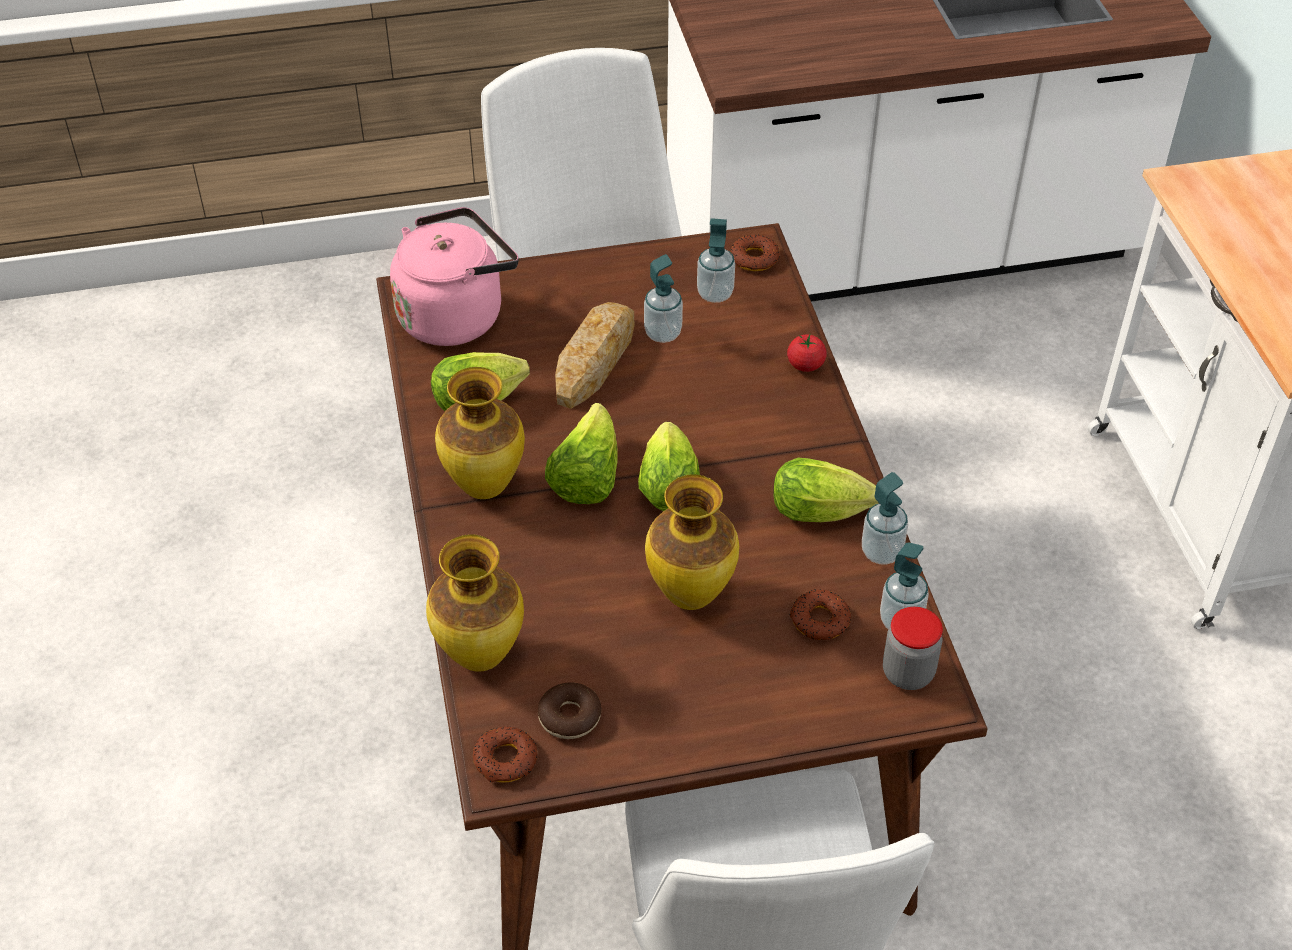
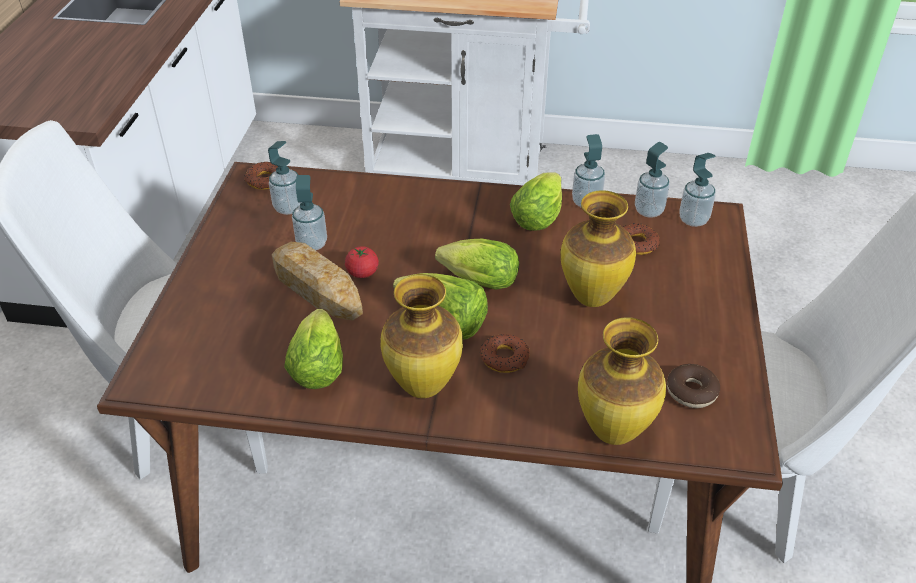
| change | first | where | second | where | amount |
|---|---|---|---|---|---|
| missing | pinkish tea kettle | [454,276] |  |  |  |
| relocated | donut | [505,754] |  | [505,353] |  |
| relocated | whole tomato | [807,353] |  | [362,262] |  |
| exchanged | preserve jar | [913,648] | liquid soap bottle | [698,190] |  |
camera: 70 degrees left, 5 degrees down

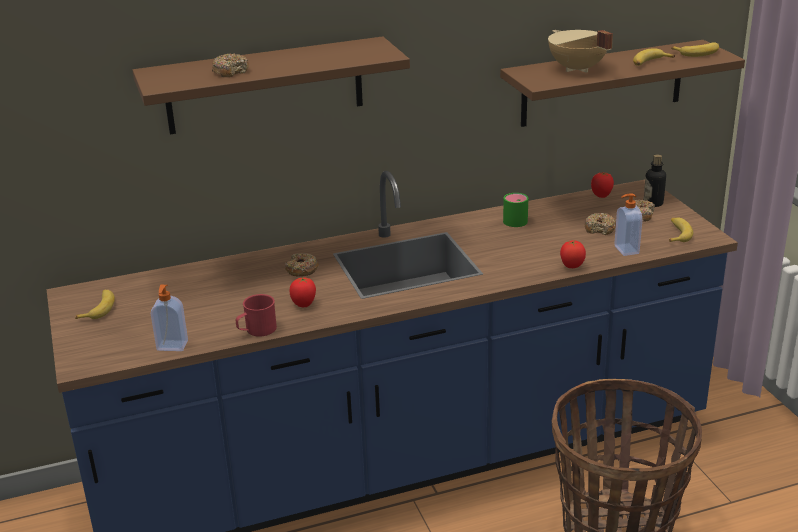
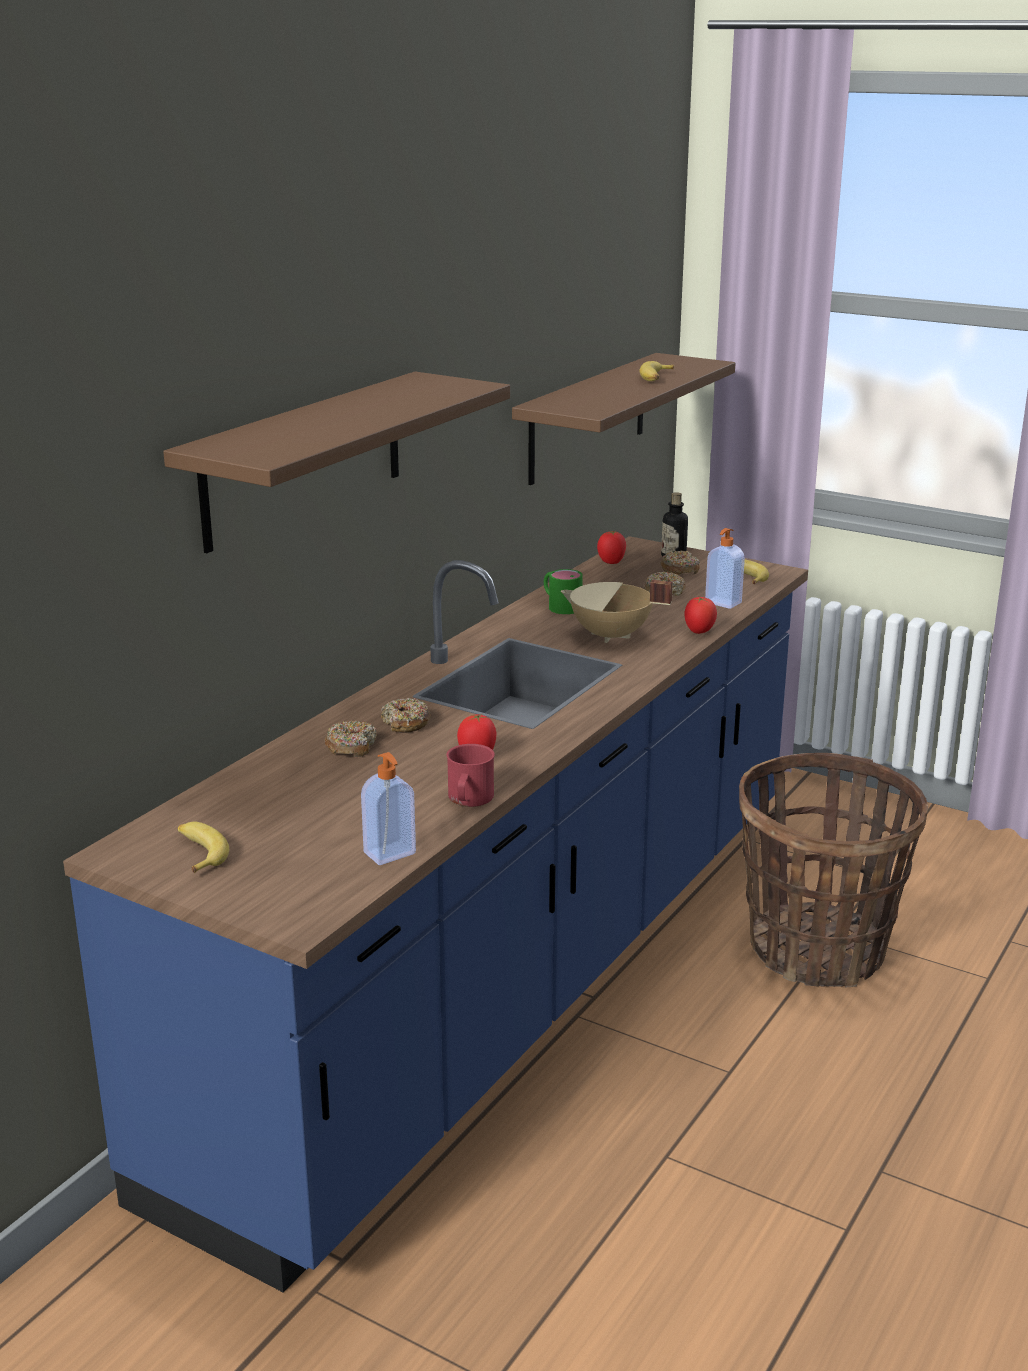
| change | first | where | second | where | amount |
|---|---|---|---|---|---|
| missing | whole banana | [695,49] |  |  |  |
| relocated | donut | [230,65] |  | [350,739] |  |
| relocated | sand-coloured stockpot | [580,51] |  | [617,611] |  |
camera: 40 degrees left, 5 degrees down

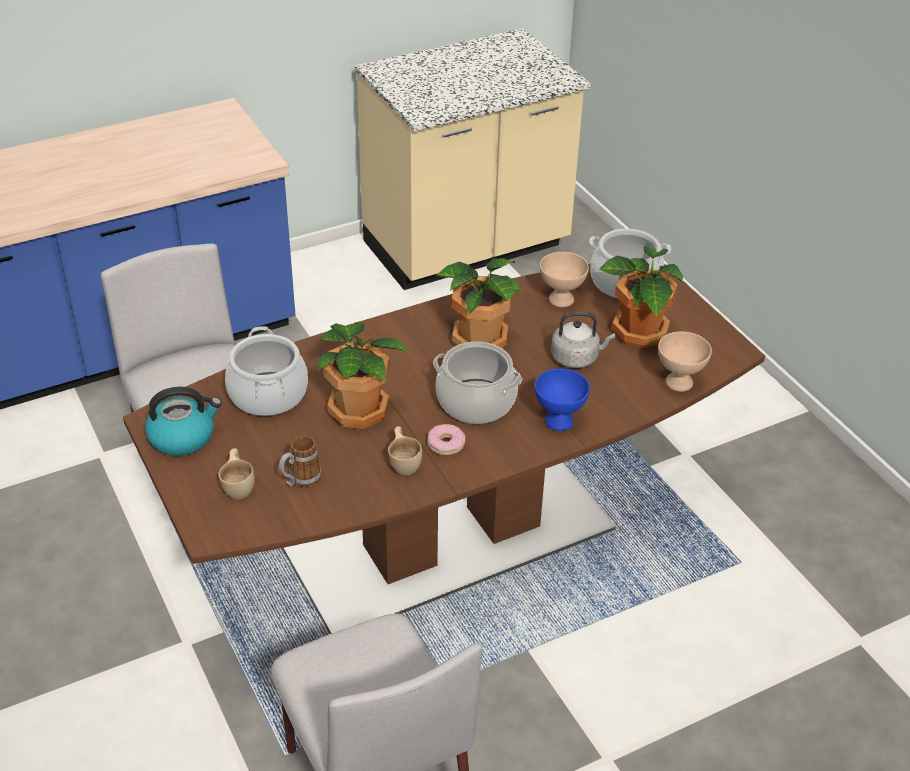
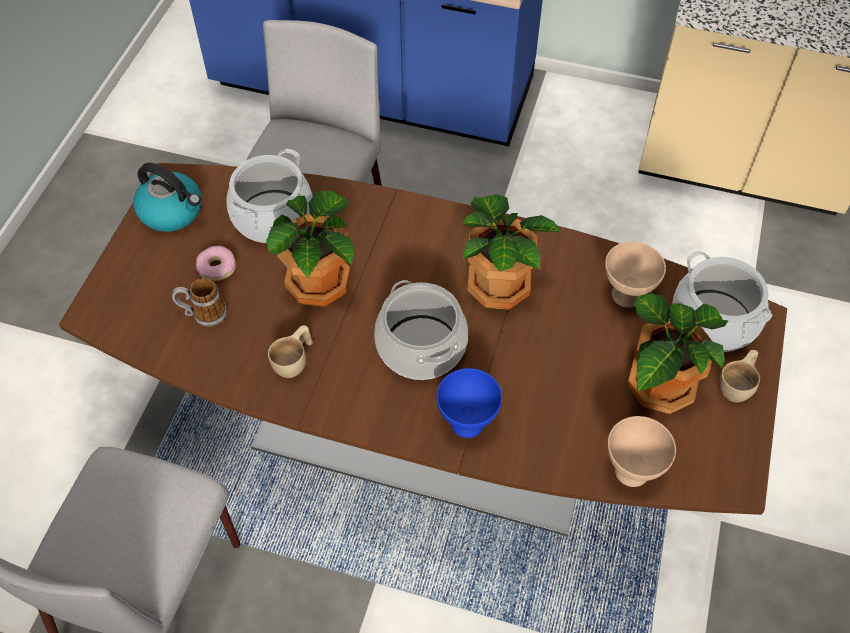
| change | first | where | second | where | amount |
|---|---|---|---|---|---|
| missing | gray tea kettle | [583,340] |  |  |  |
| relocated | sand-coloured cup | [236,473] |  | [739,376] |  |
| relocated | donut | [446,439] |  | [216,263] |  |
camera: 45 degrees right, 15 degrees up

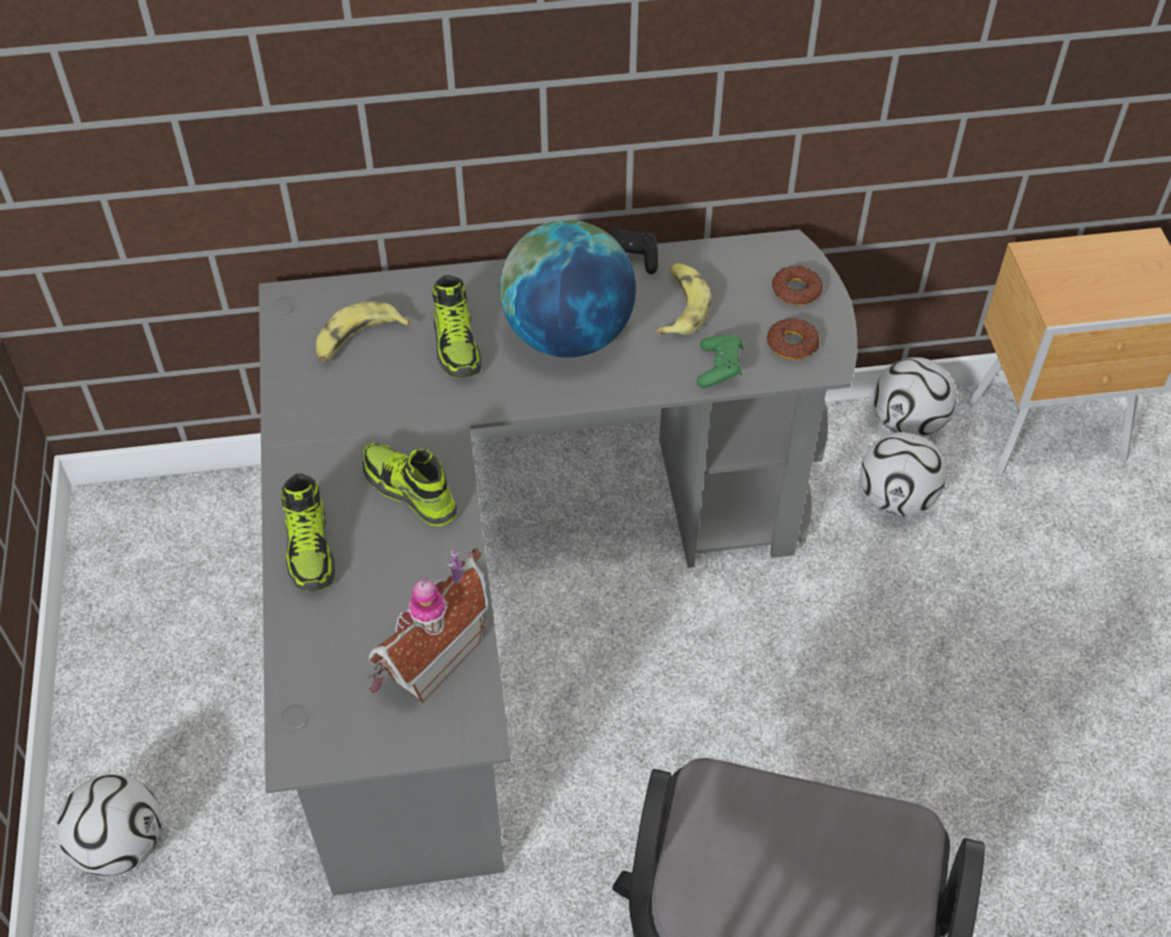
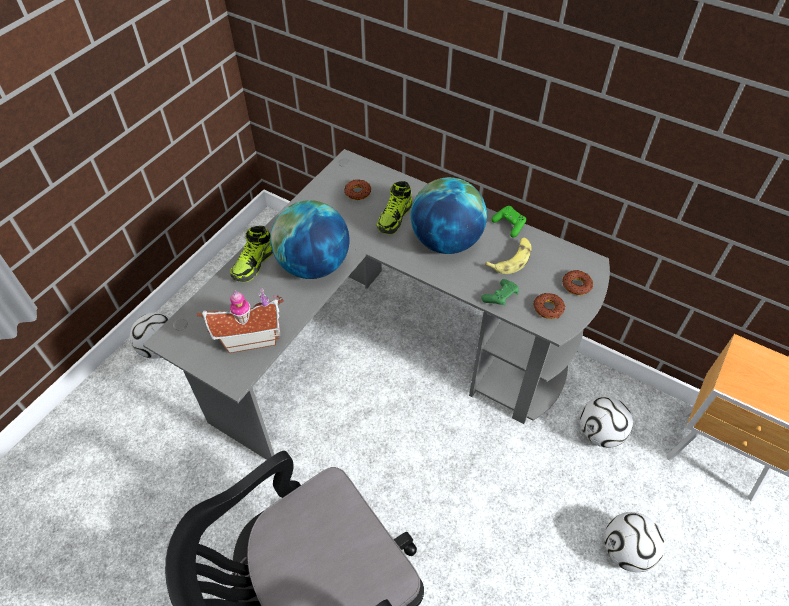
| change | first | where | second | where | amount |
|---|---|---|---|---|---|
| relocated | football ball | [915,397] |  | [634,542] |  |
| exchanged | whole banana | [363,332] | donut | [357,189] |  |
| exchanged | shoe | [410,484] | world globe | [309,239] |  |
| colour | black gamepad | [633,251] | green gamepad | [508,221] |  |
camera: 40 degrees right, 0 degrees up

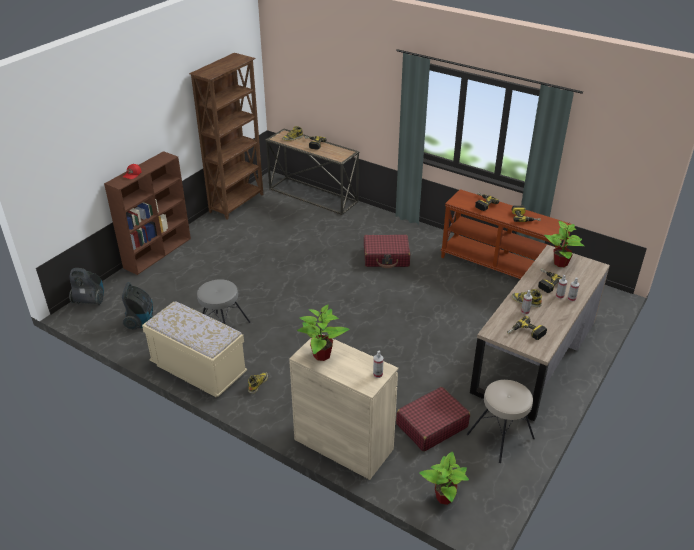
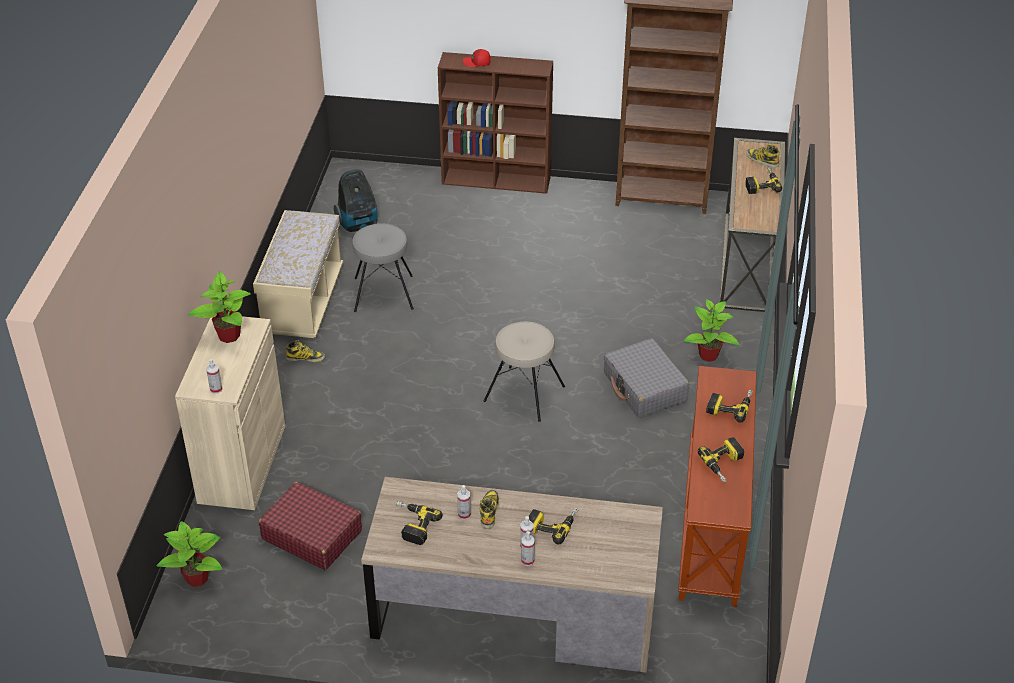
| change | first | where | second | where | amount |
|---|---|---|---|---|---|
| missing | hoover | [86,287] |  |  |  |
| relocated | sand-coloured sitting stool | [501,421] |  | [524,372] |  |
| relocated | plant in a pot | [564,244] |  | [712,330] |  |
| colour | reddish suitcase | [387,251] | gray suitcase | [646,378] |  |
camera: 65 degrees right, 5 degrees up

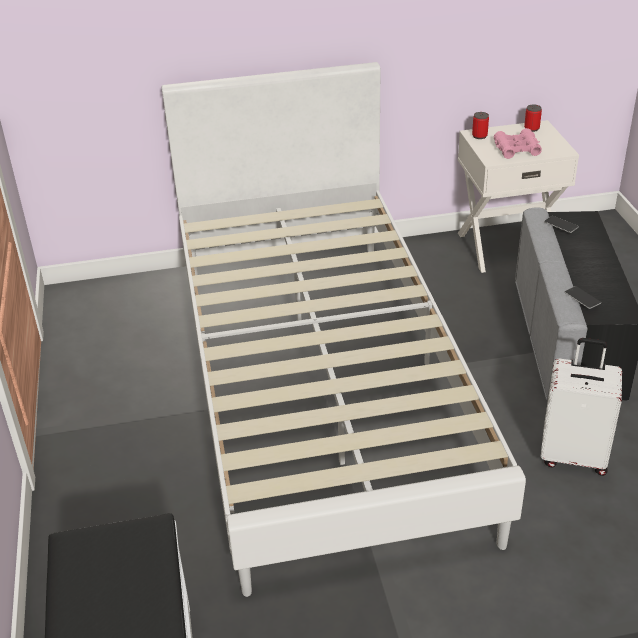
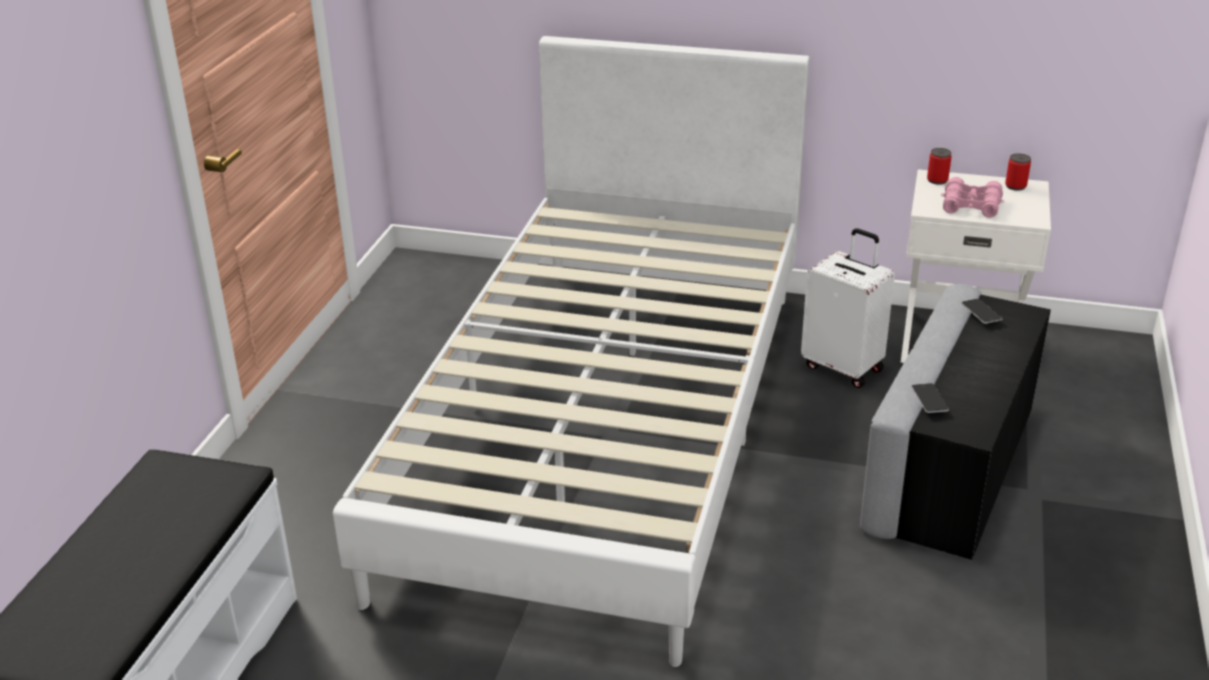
| change | first | where | second | where | amount |
|---|---|---|---|---|---|
| relocated | whitish suitcase | [581,407] |  | [848,308] |  |
camera: 25 degrees right, 5 degrees down

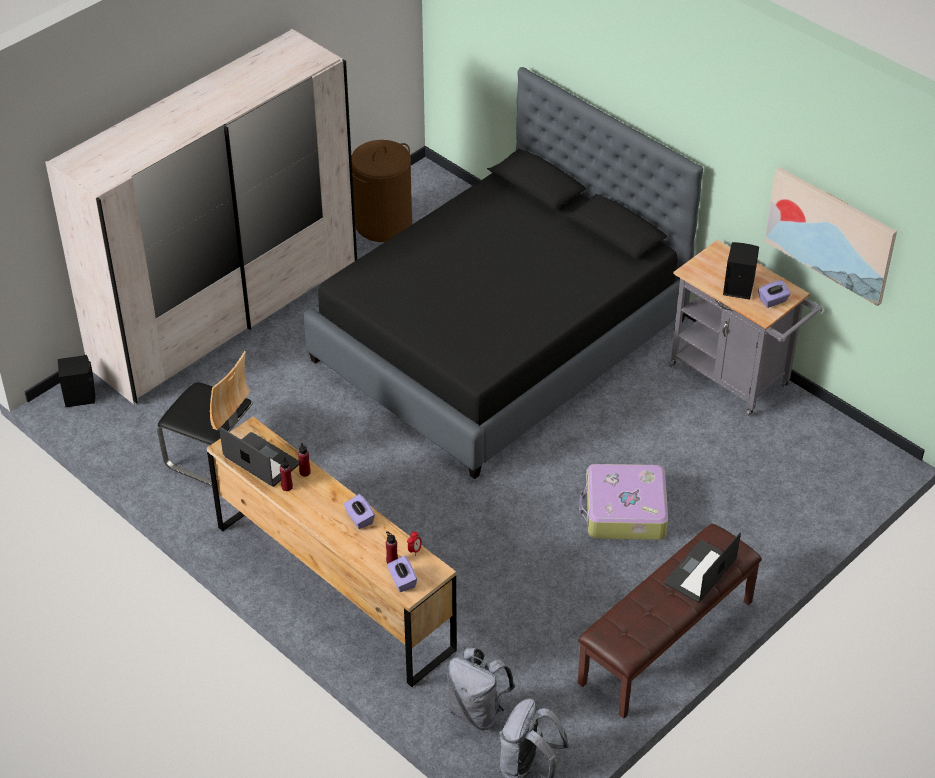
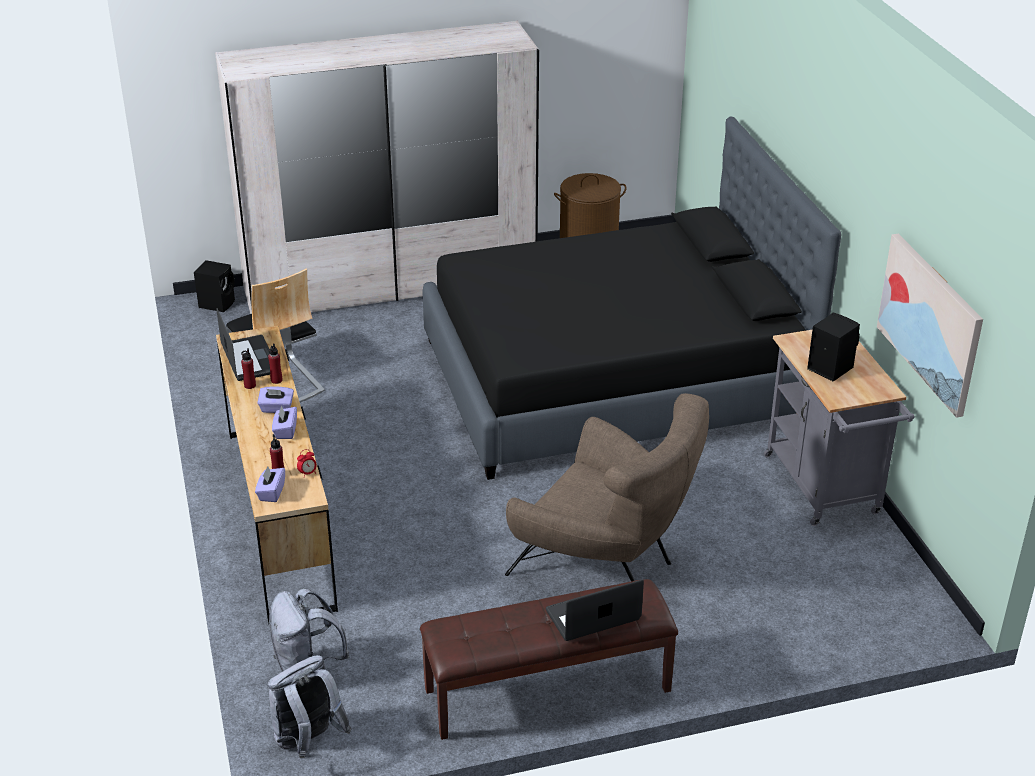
| change | first | where | second | where | amount |
|---|---|---|---|---|---|
| relocated | purple-coloured tissue holder | [774,294] |  | [275,399] |  |
| exchanged | suitcase | [623,502] | brownish armchair | [607,487] |  |
camera: 30 degrees right, 10 degrees down

